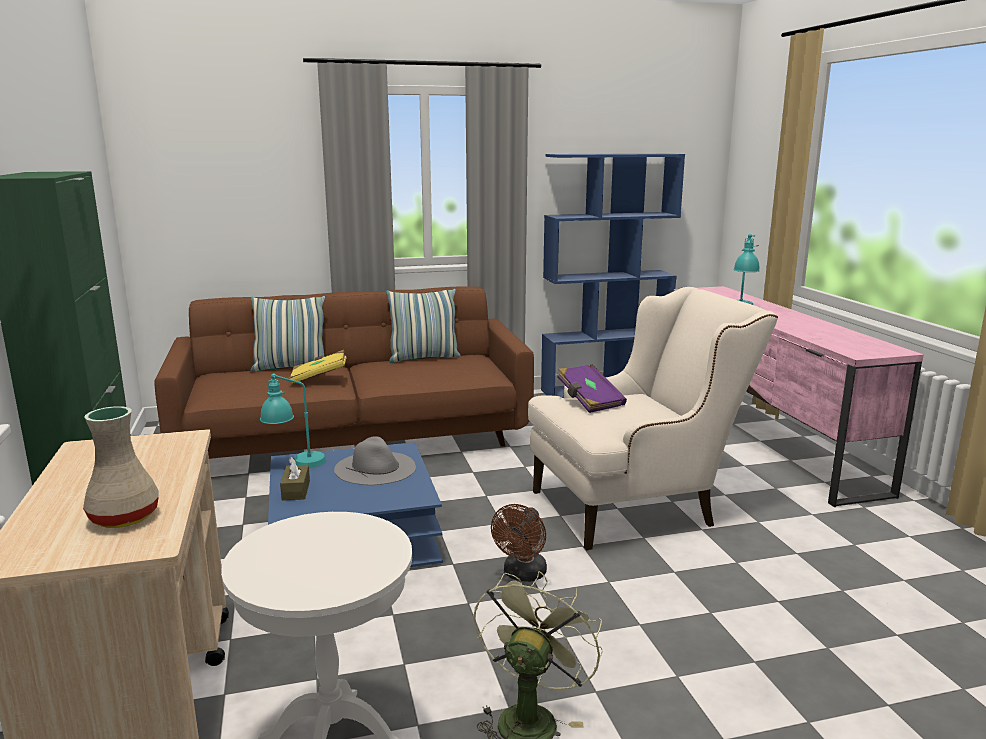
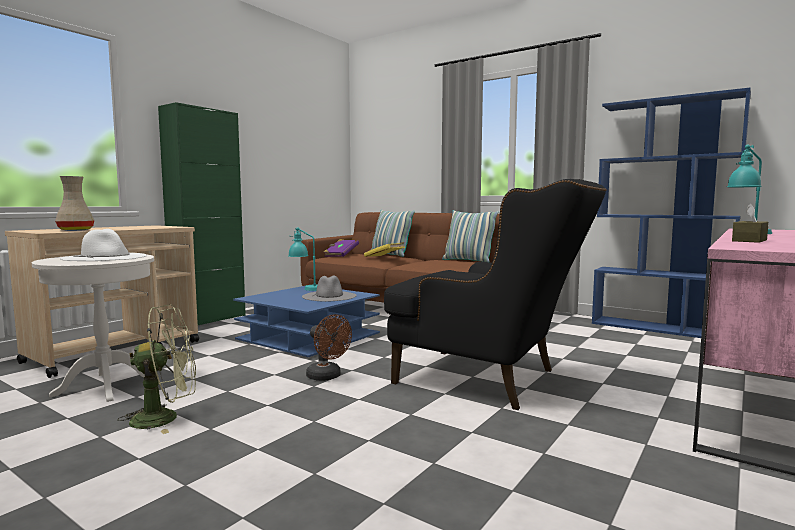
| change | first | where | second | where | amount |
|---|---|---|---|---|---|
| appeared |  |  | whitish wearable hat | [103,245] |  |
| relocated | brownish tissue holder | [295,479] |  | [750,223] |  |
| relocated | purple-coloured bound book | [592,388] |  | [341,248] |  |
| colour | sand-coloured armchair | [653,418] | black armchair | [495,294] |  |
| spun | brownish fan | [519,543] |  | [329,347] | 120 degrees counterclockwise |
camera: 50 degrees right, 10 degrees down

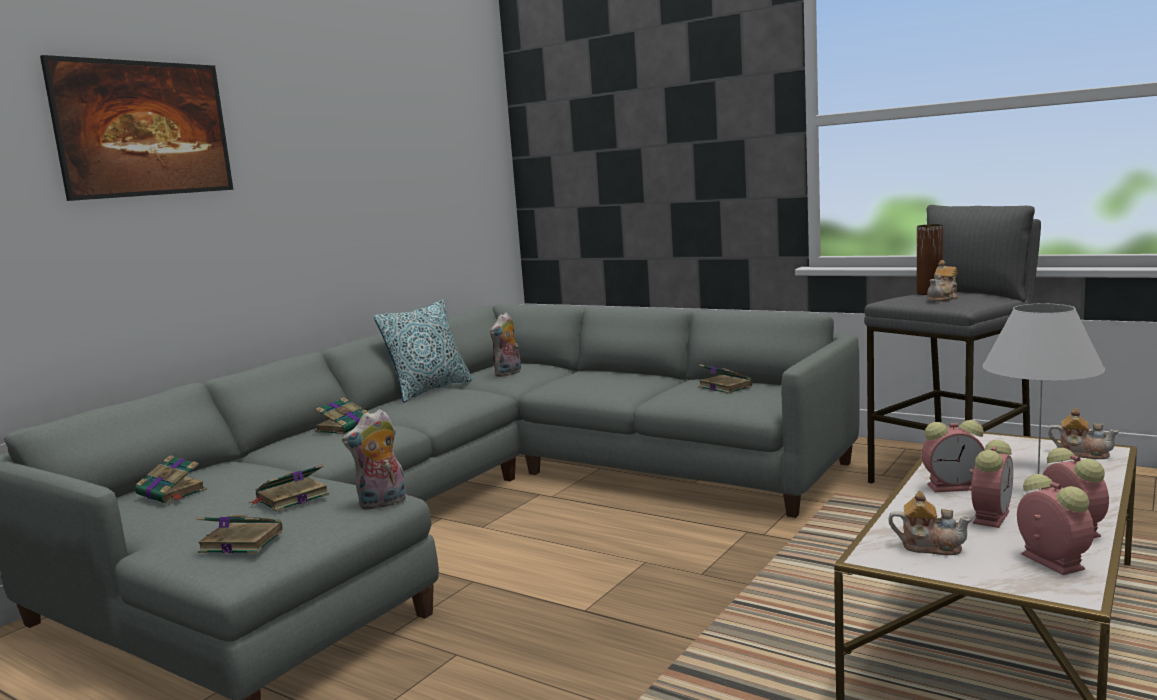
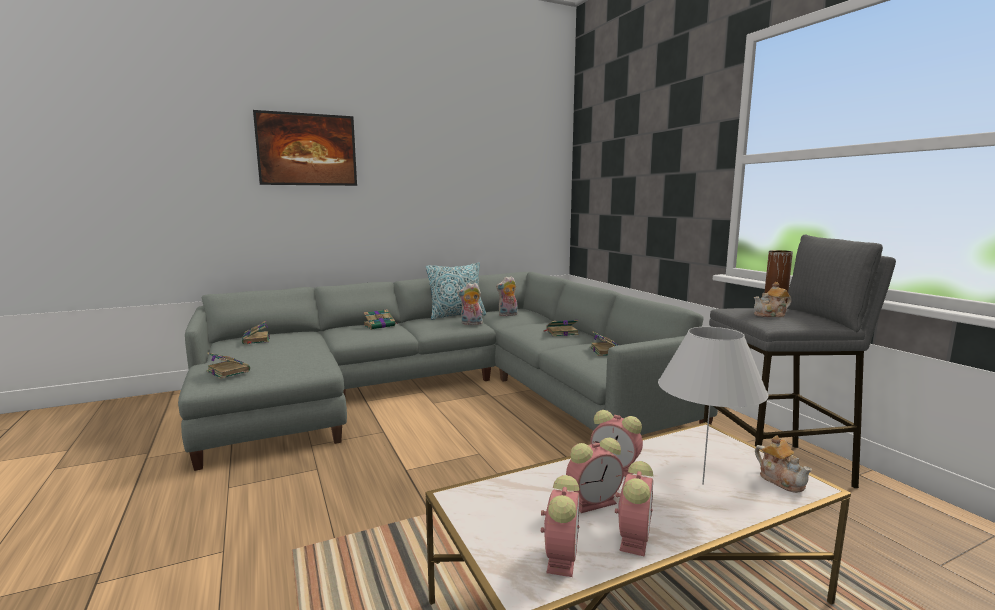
| change | first | where | second | where | amount |
|---|---|---|---|---|---|
| missing | pot for tea | [930,523] |  |  |  |
| relocated | bound book | [289,488] |  | [561,328] |  |
| relocated | plush toy | [374,459] |  | [470,304] |  |
camera: 30 degrees right, 0 degrees up

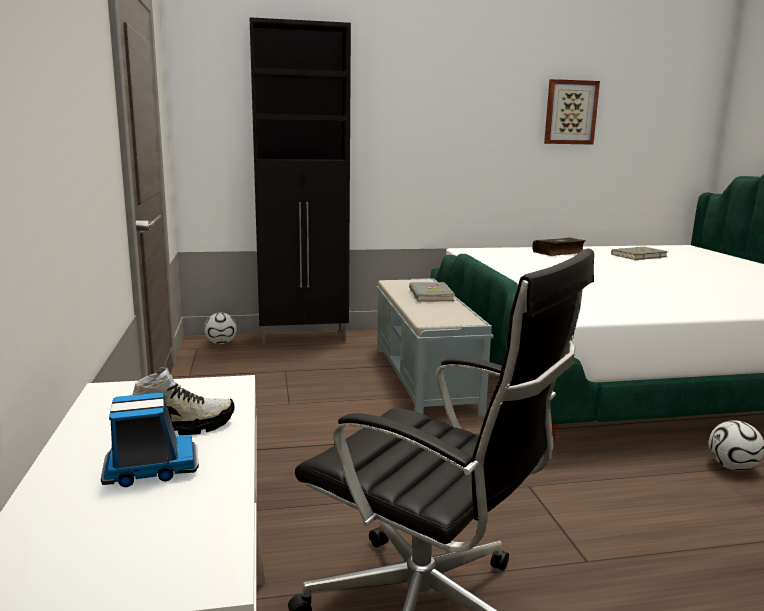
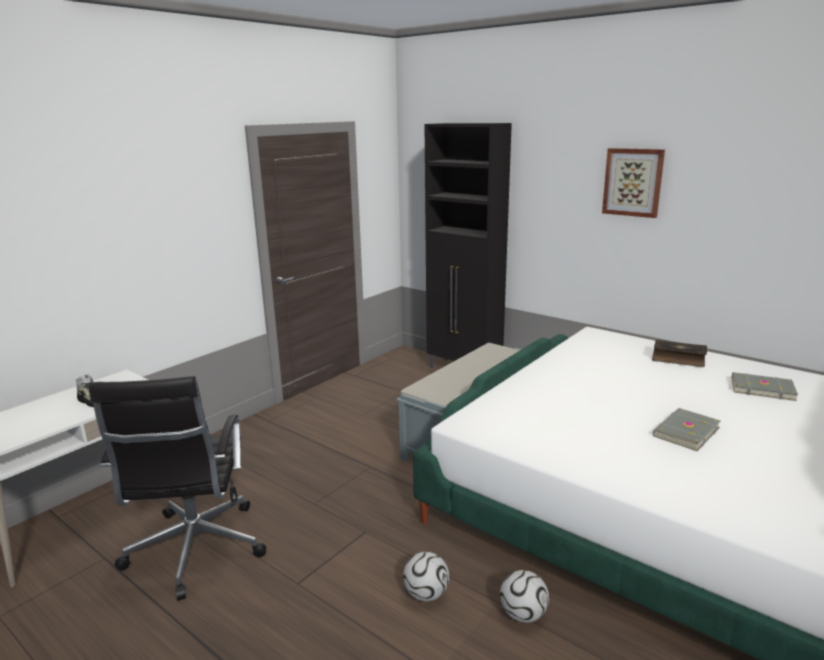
| change | first | where | second | where | amount |
|---|---|---|---|---|---|
| missing | model truck | [150,440] |  |  |  |
| relocated | football ball | [220,328] |  | [426,577] |  |
| relocated | gray bound book | [432,292] |  | [686,429] |  |
| relocated | wall picture | [572,112] |  | [633,183] |  |
camera: 50 degrees right, 5 degrees up

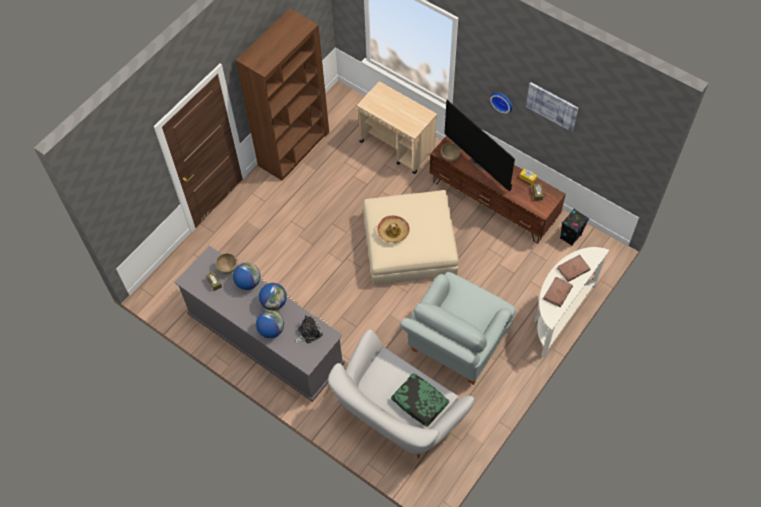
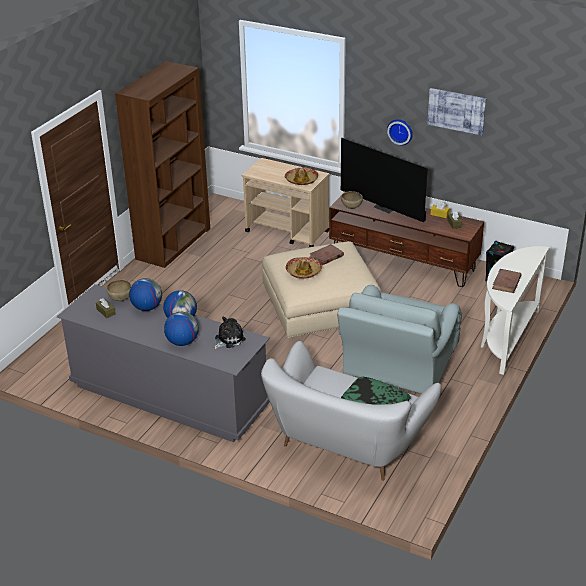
| change | first | where | second | where | amount |
|---|---|---|---|---|---|
| appeared |  |  | wearable hat | [302,176] |  |
| relocated | brownish bound book | [573,268] |  | [326,254] |  |
camera: 10 degrees left, 25 degrees down

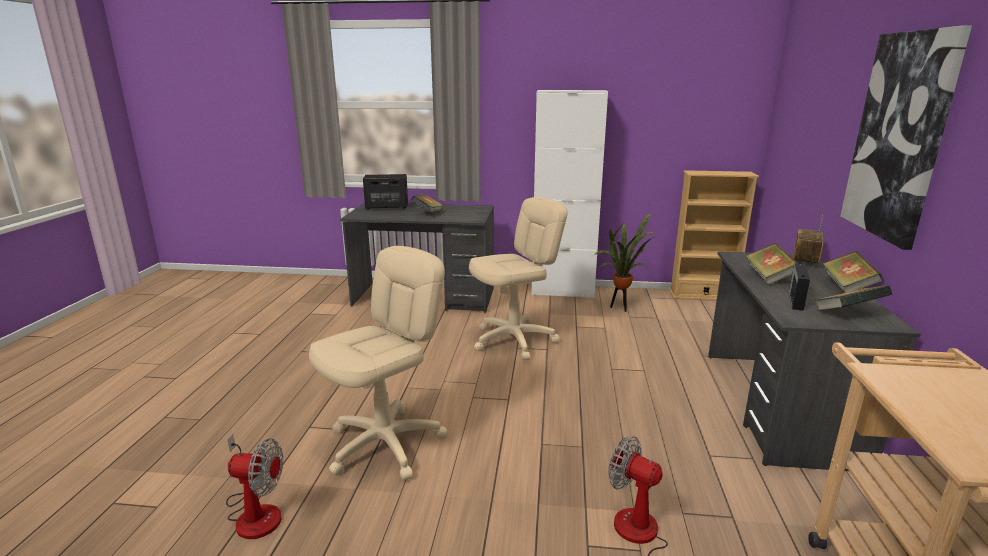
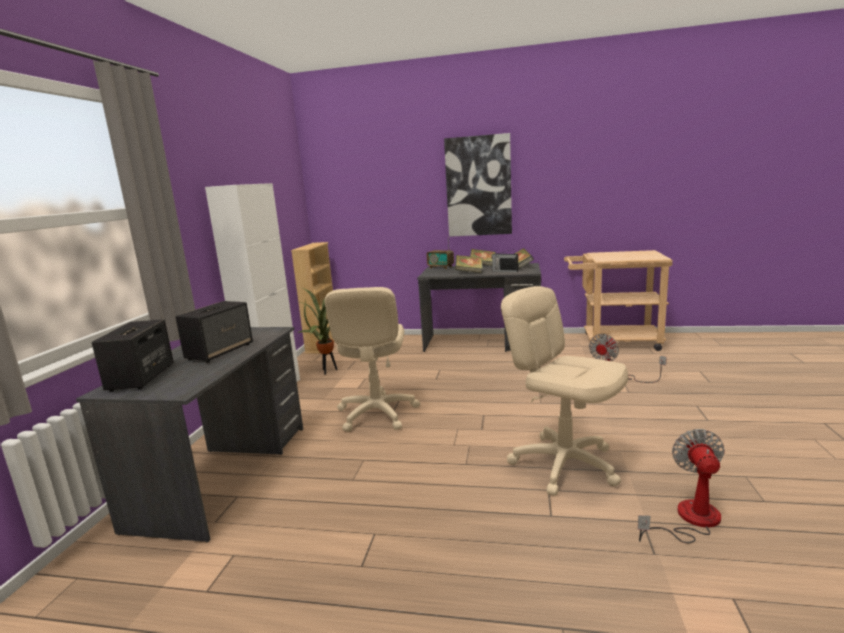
| change | first | where | second | where | amount |
|---|---|---|---|---|---|
| exchanged | bound book | [427,203] | loudspeaker | [214,332] |  |
| spun | sand-coloured office chair | [518,278] |  | [372,359] | 150 degrees counterclockwise |
camera: 85 degrees left, 5 degrees down

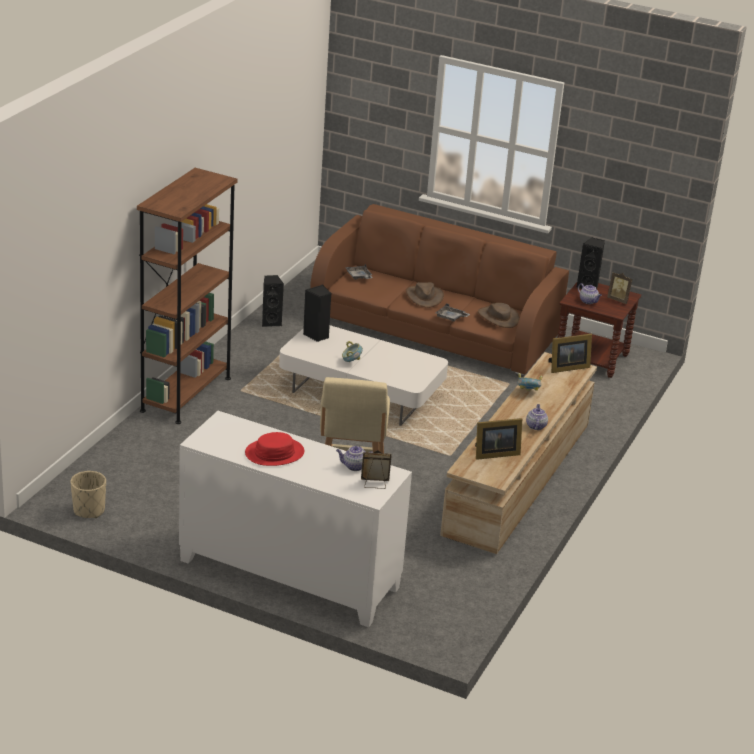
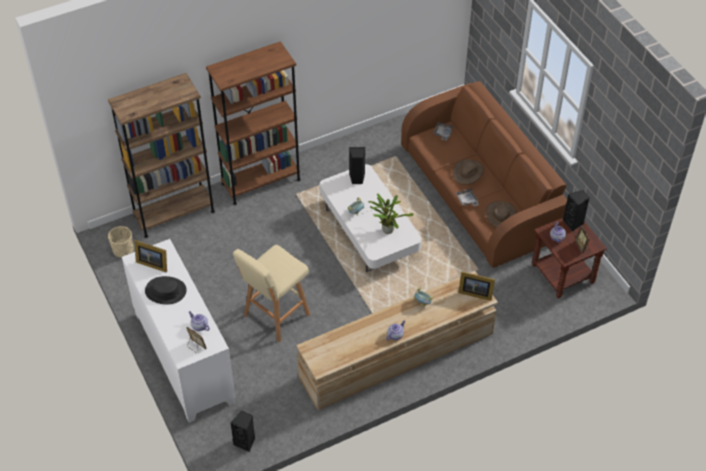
| change | first | where | second | where | amount |
|---|---|---|---|---|---|
| appeared |  |  | brownish bookshelf | [161,155] |  |
| appeared |  |  | plant in a pot | [391,214] |  |
| relocated | black loudspeaker | [273,301] |  | [242,431] |  |
| relocated | photo frame | [498,439] |  | [150,256] |  |
| colour | reddish wearable hat | [274,449] | black wearable hat | [166,290] |  |
camera: 40 degrees right, 20 degrees up

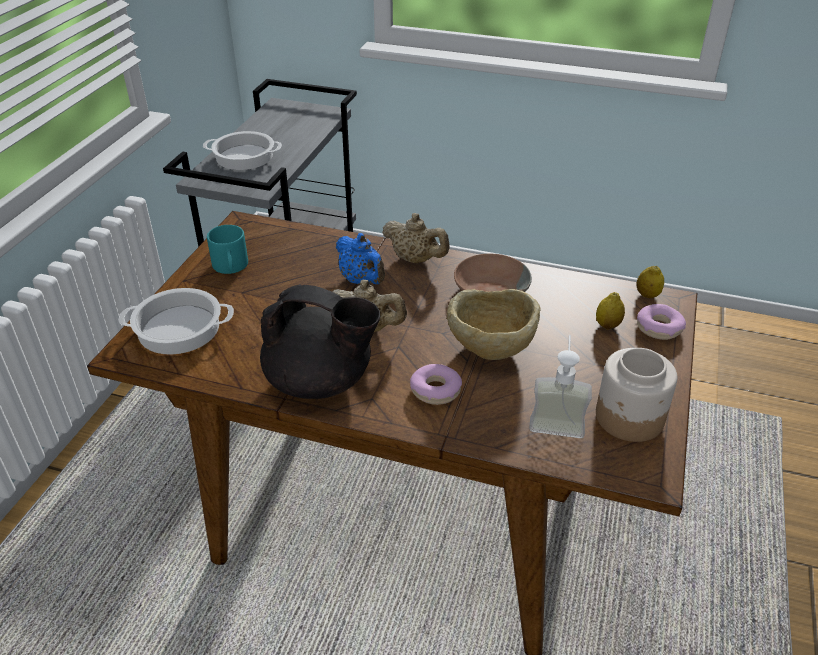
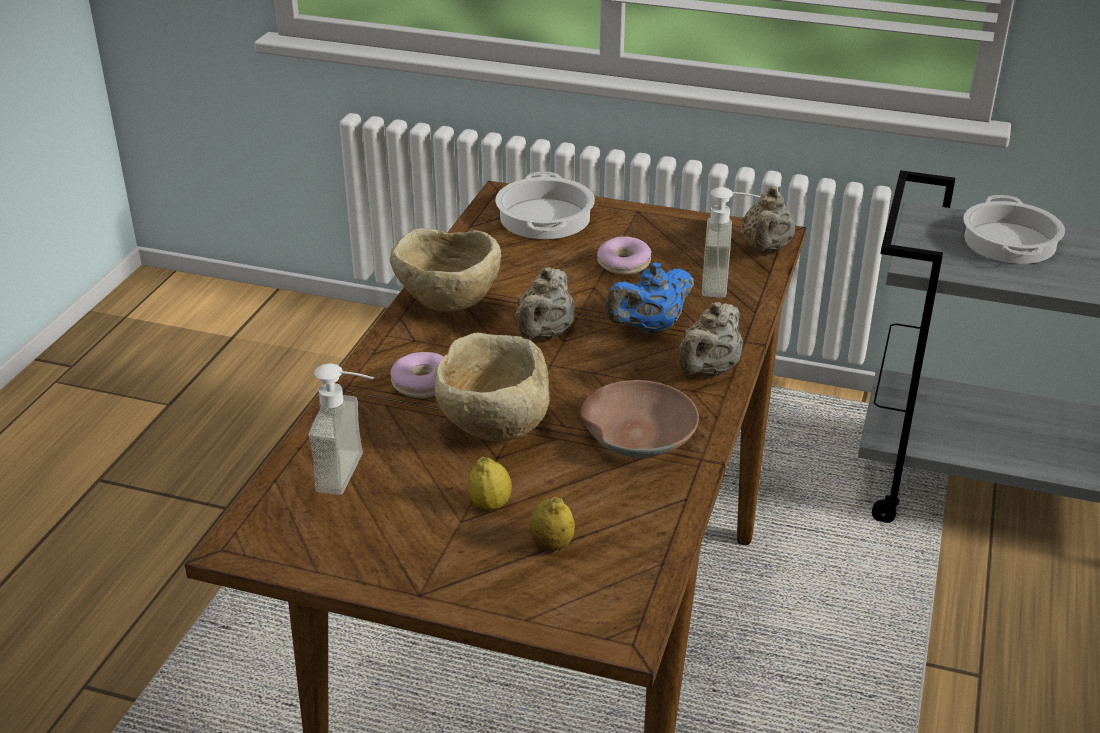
| change | first | where | second | where | amount |
|---|---|---|---|---|---|
| missing | turquoise tea mug | [227,249] |  |  |  |
| missing | preserve jar | [636,395] |  |  |  |
| appeared |  |  | liquid soap bottle | [731,242] |  |
| appeared |  |  | sand-coloured pot for tea | [767,219] |  |
| relocated | whole lemon | [650,282] |  | [489,483] |  |
| relocated | donut | [661,322] |  | [624,255] |  |
| exchanged | black pot for tea | [320,341] | sand-coloured deep dish | [445,269] |  |
camera: 90 degrees right, 5 degrees down

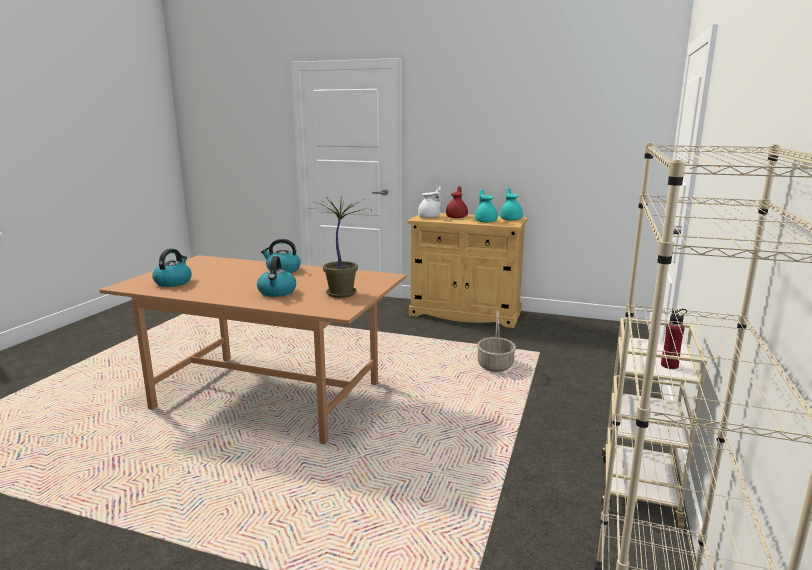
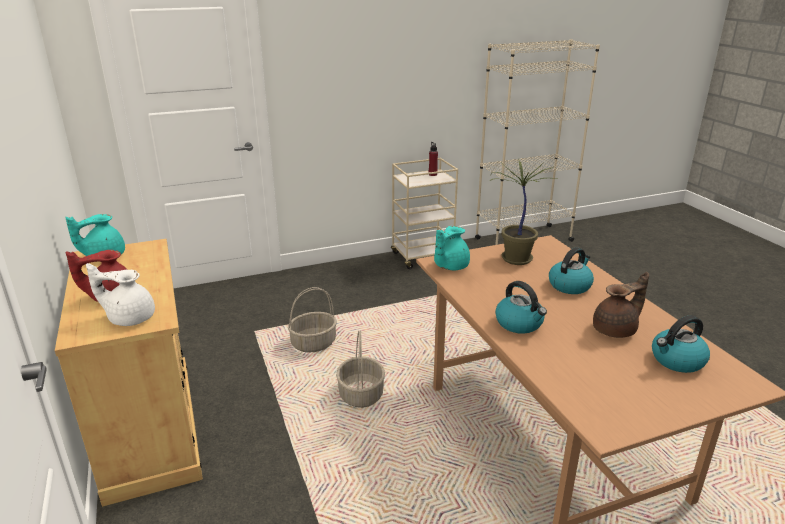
| change | first | where | second | where | amount |
|---|---|---|---|---|---|
| appeared |  |  | household basket | [360,369] |  |
| appeared |  |  | brownish pot for tea | [621,305] |  |
| relocated | turquoise pot for tea | [486,206] |  | [452,248] |  |
camera: 130 degrees left, 10 degrees up

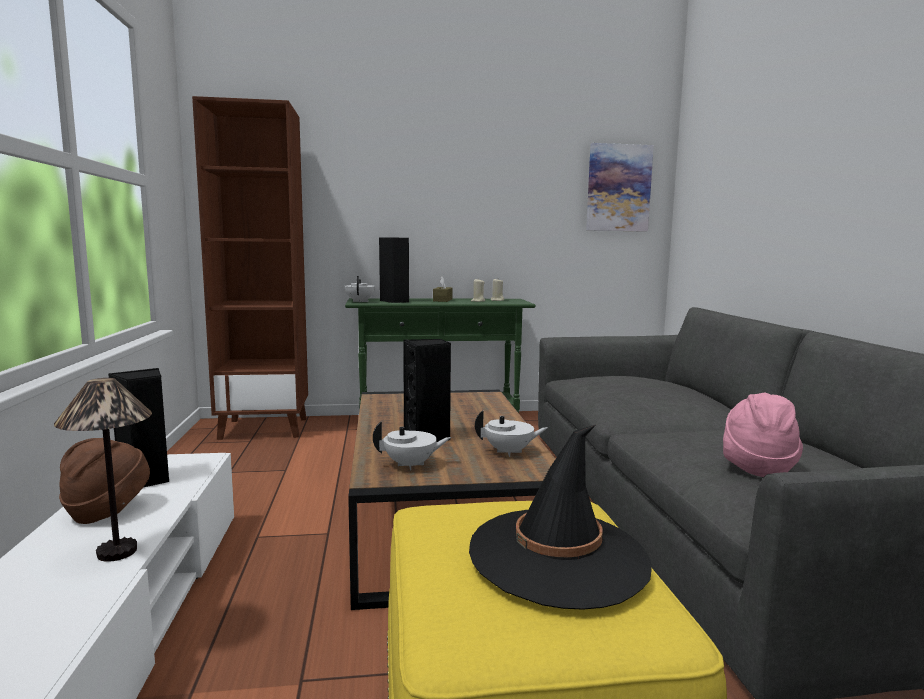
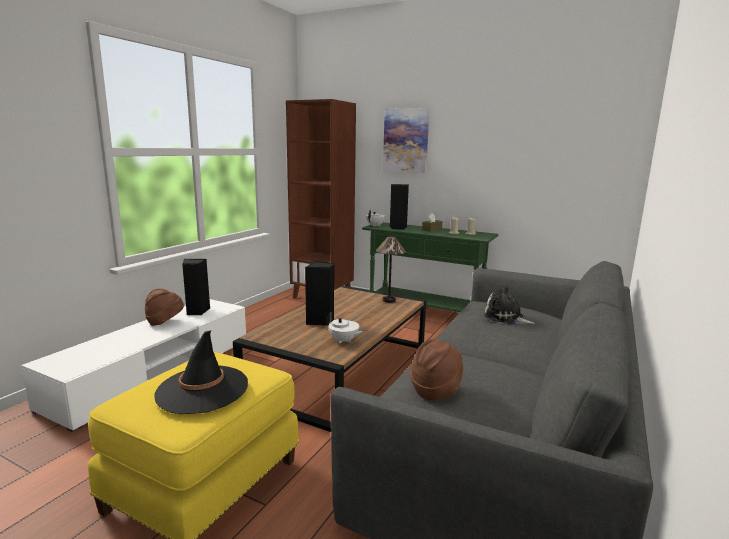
| change | first | where | second | where | amount |
|---|---|---|---|---|---|
| missing | whitish pot for tea | [412,446] |  |  |  |
| appeared |  |  | plush toy | [509,305] |  |
| relocated | lamp for a table | [103,470] |  | [391,270] |  |
| relocated | wall picture | [620,187] |  | [406,140] |  |
| colour | pinkish wearable hat | [763,435] | brownish wearable hat | [436,370] |  |
camera: 35 degrees right, 5 degrees up

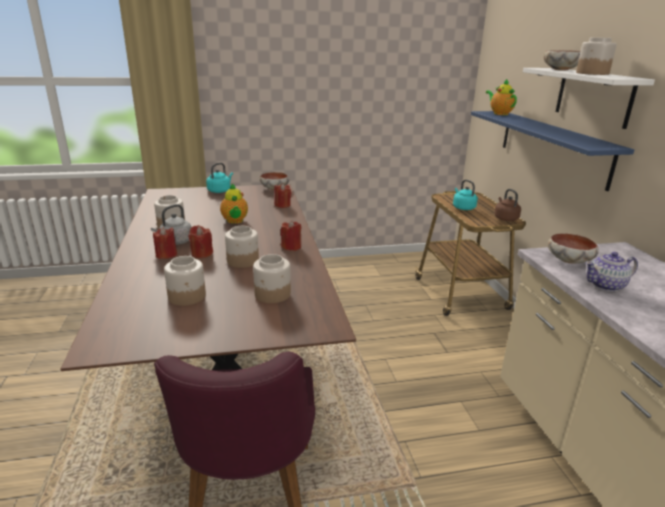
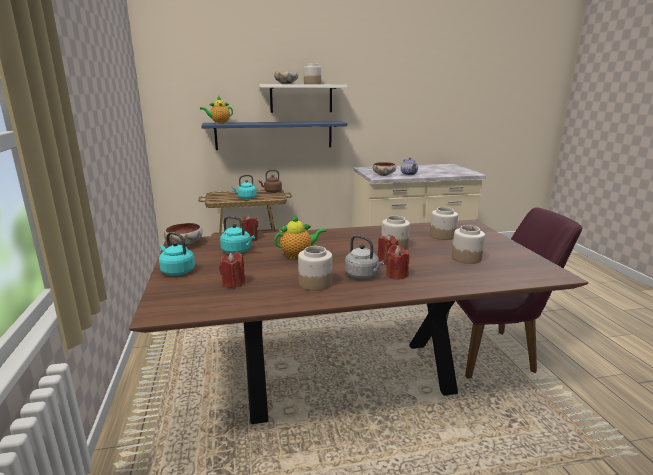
| change | first | where | second | where | amount |
|---|---|---|---|---|---|
| appeared |  |  | turquoise tea kettle | [237,235] |  |
| relocated | reddish wax light | [291,235] |  | [232,270] |  |
camera: 90 degrees left, 5 degrees down

